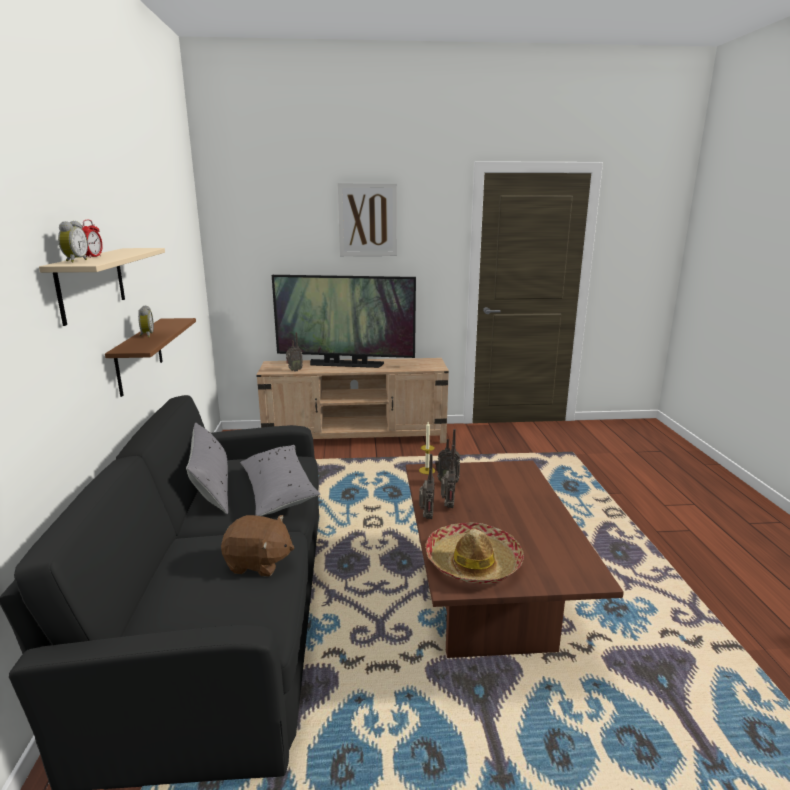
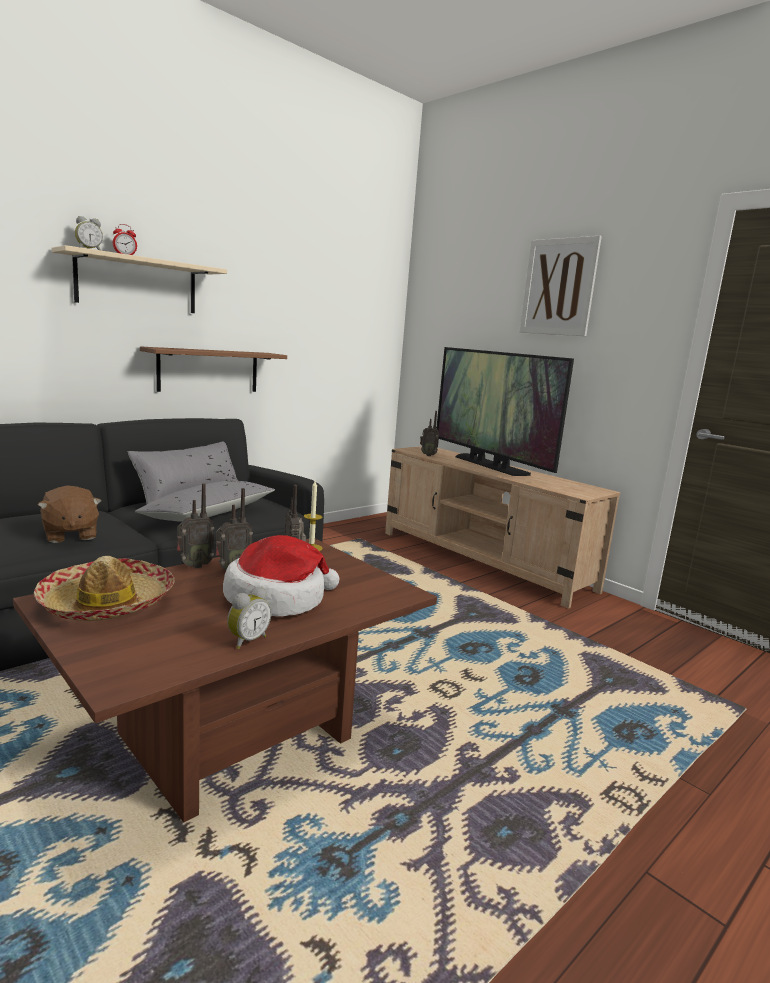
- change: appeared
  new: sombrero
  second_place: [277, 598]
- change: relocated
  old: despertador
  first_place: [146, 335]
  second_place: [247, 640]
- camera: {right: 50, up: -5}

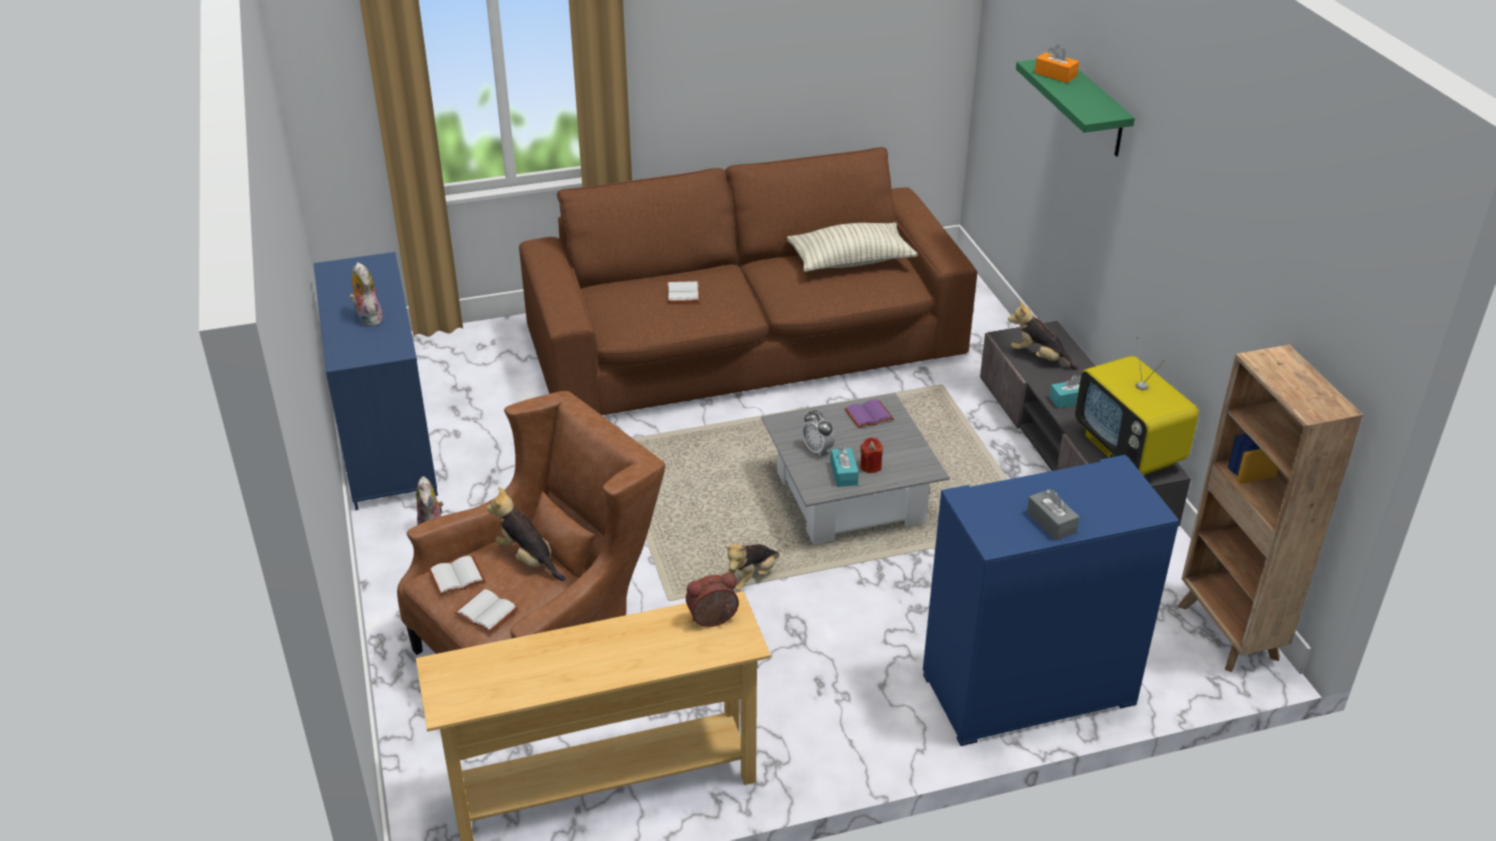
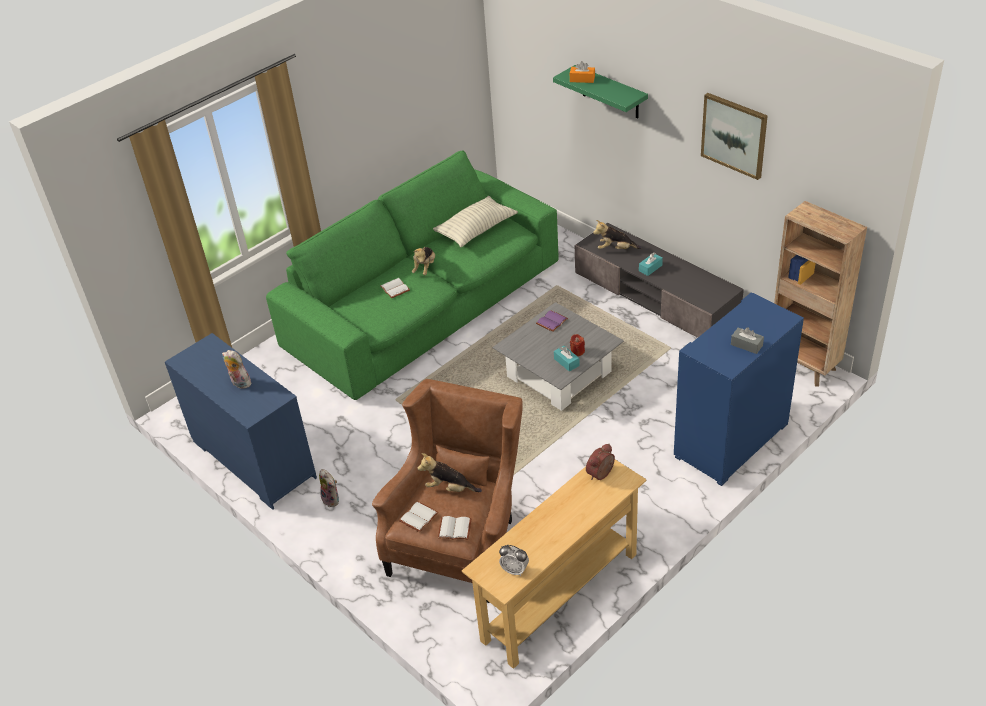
- change: colour
  old: sofá/marrón
  new: sofá/verde
  first_place: [746, 346]
  second_place: [425, 306]
- change: relocated
  old: peluche
  first_place: [750, 578]
  second_place: [425, 268]
- change: relocated
  old: despertador
  first_place: [817, 449]
  second_place: [514, 570]
- change: appeared
  new: cuadro
  second_place: [734, 135]
- change: missing
  old: televisor
  first_place: [1129, 451]
- camera: {right: -25, up: 5}

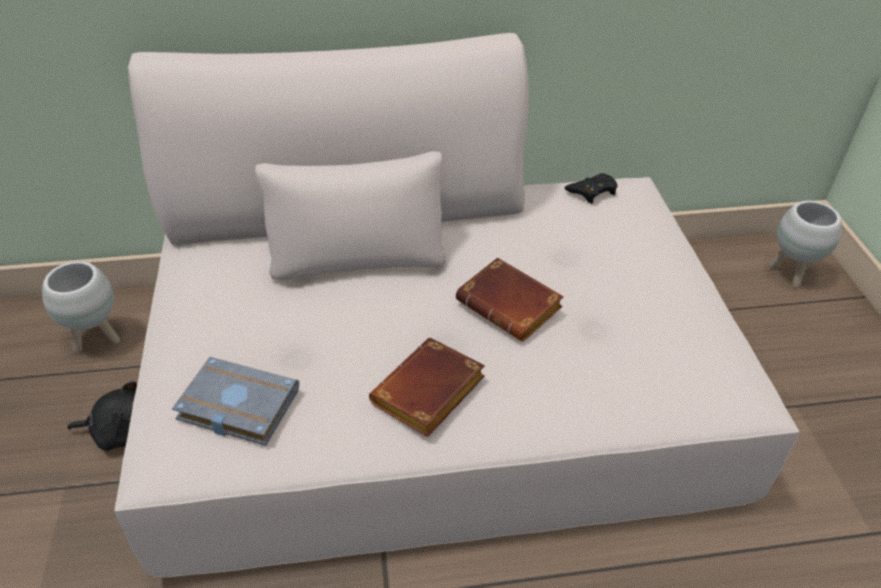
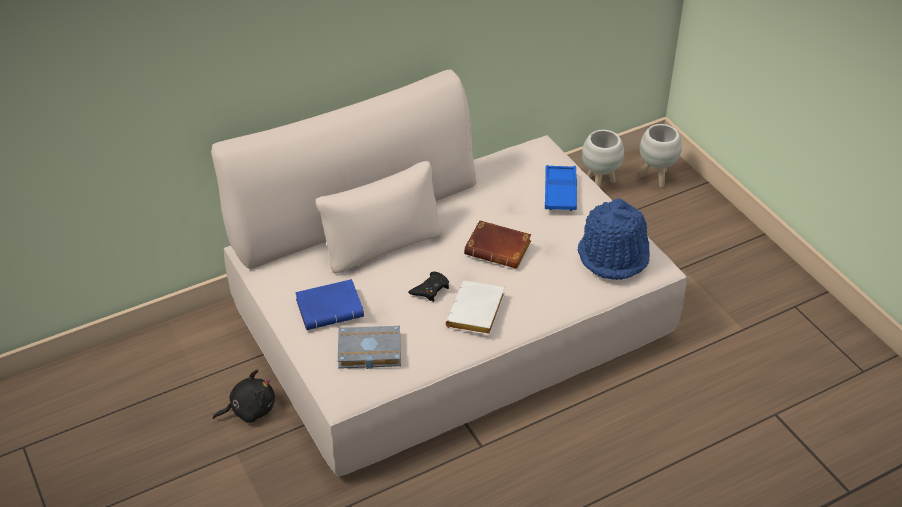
- change: appeared
  new: libro/azul
  second_place: [331, 308]
- change: relocated
  old: mando de consola/negro
  first_place: [592, 191]
  second_place: [430, 289]
- change: colour
  old: libro/marrón
  new: libro/blanco
  first_place: [428, 395]
  second_place: [477, 314]
- change: appeared
  new: bandeja/azul
  second_place: [560, 192]
- change: appeared
  new: sombrero/azul
  second_place: [614, 253]
- change: relocated
  old: maceta/blanco
  first_place: [97, 339]
  second_place: [599, 183]
- camera: {right: -20, up: 0}

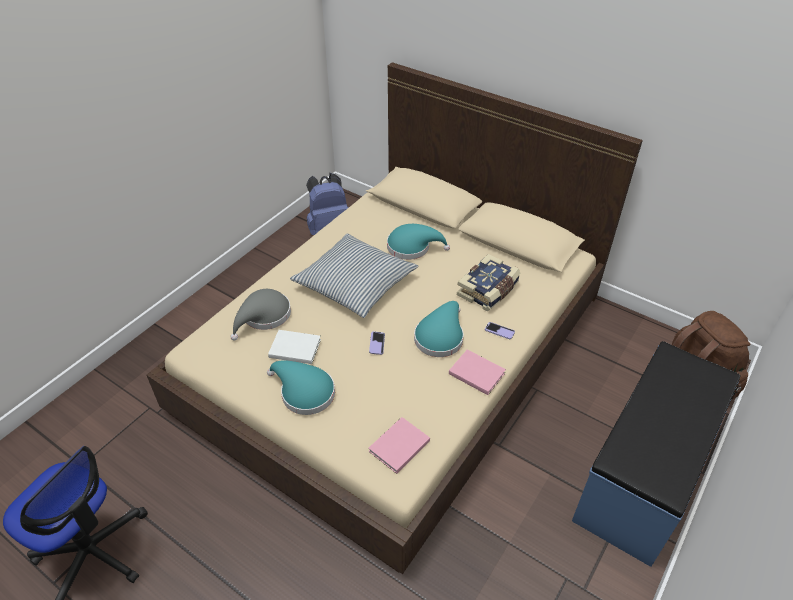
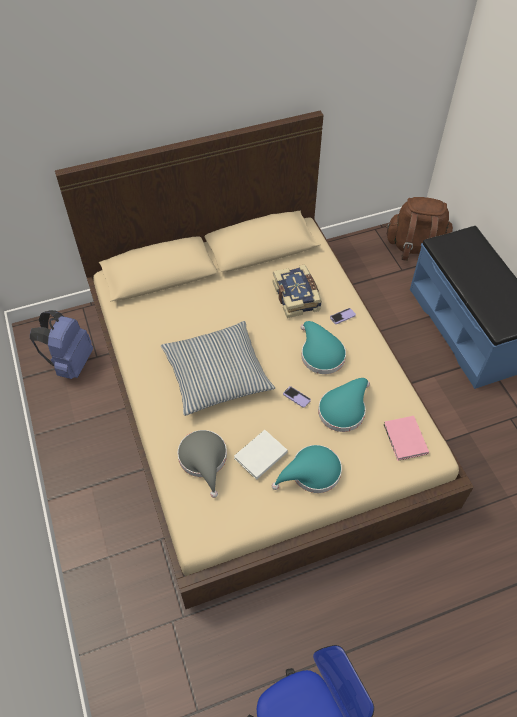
- change: relocated
  old: sombrero/turquesa
  first_place: [412, 247]
  second_place: [343, 409]
- change: missing
  old: libro/rosa
  first_place: [476, 372]
- camera: {right: -55, up: 10}

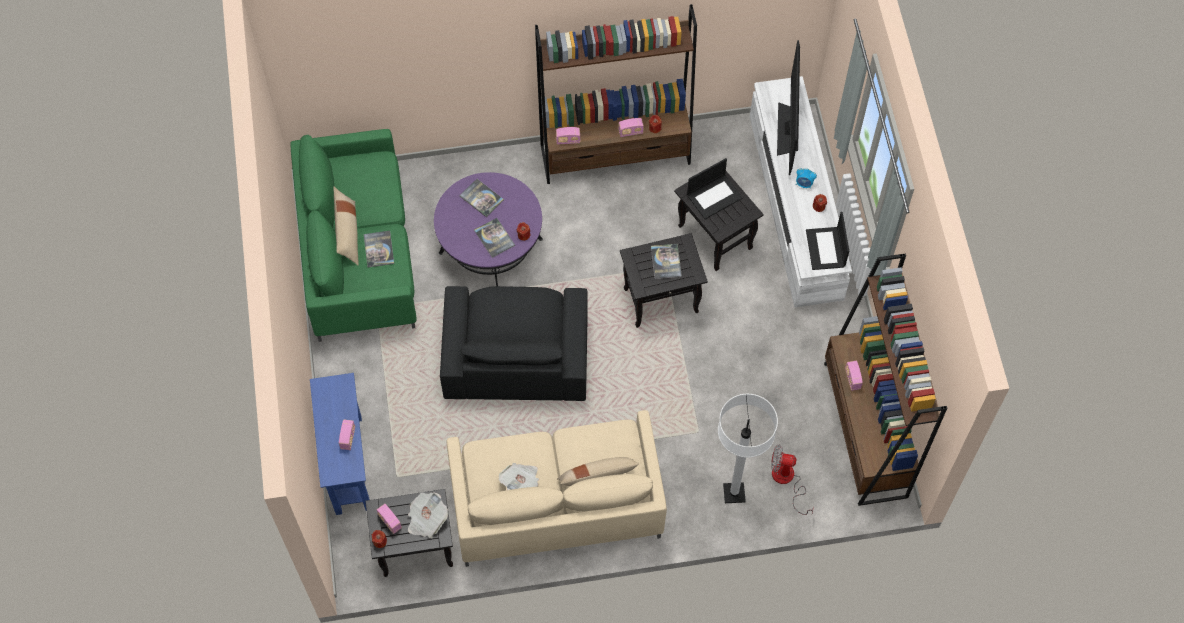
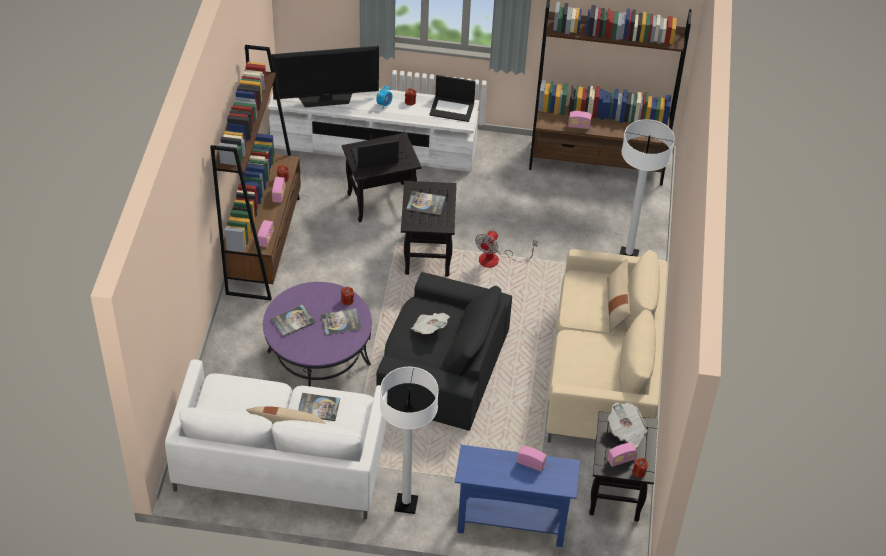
- change: colour
  old: sofá/verde
  new: sofá/blanco
  first_place: [358, 255]
  second_place: [281, 464]
- change: spun
  old: televisor
  first_place: [787, 129]
  second_place: [326, 99]
  degrees: 150
- change: spun
  old: portátil
  first_place: [714, 196]
  second_place: [374, 156]
  degrees: -90
- change: appeared
  new: lámpara de pie/blanco
  second_place: [406, 504]
- change: relocated
  old: periódico
  first_place: [521, 481]
  second_place: [429, 329]
- change: relocated
  old: ventilador
  first_place: [787, 481]
  second_place: [496, 260]
- camera: {right: -75, up: -15}

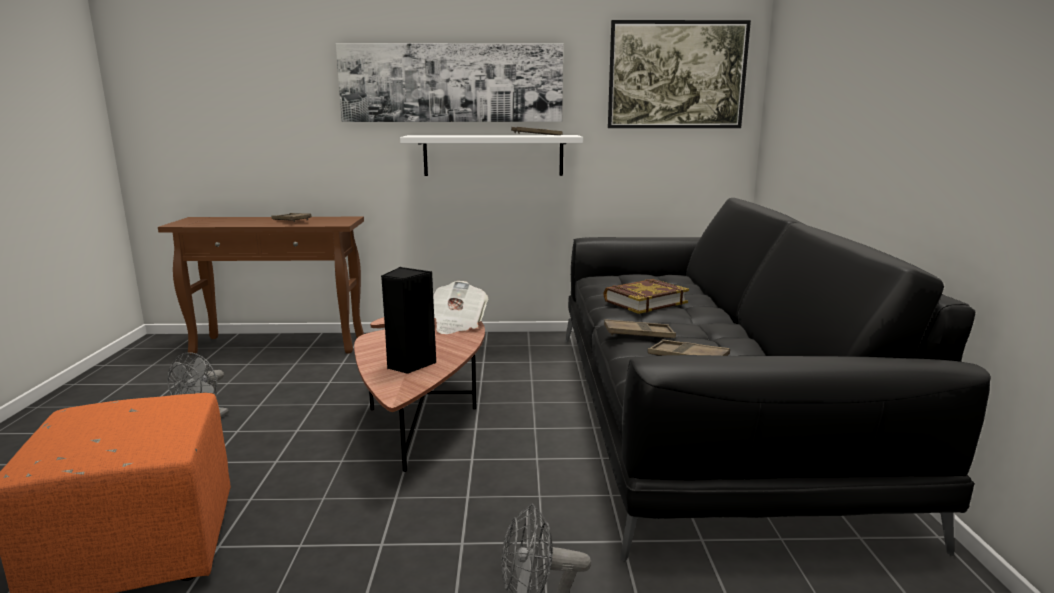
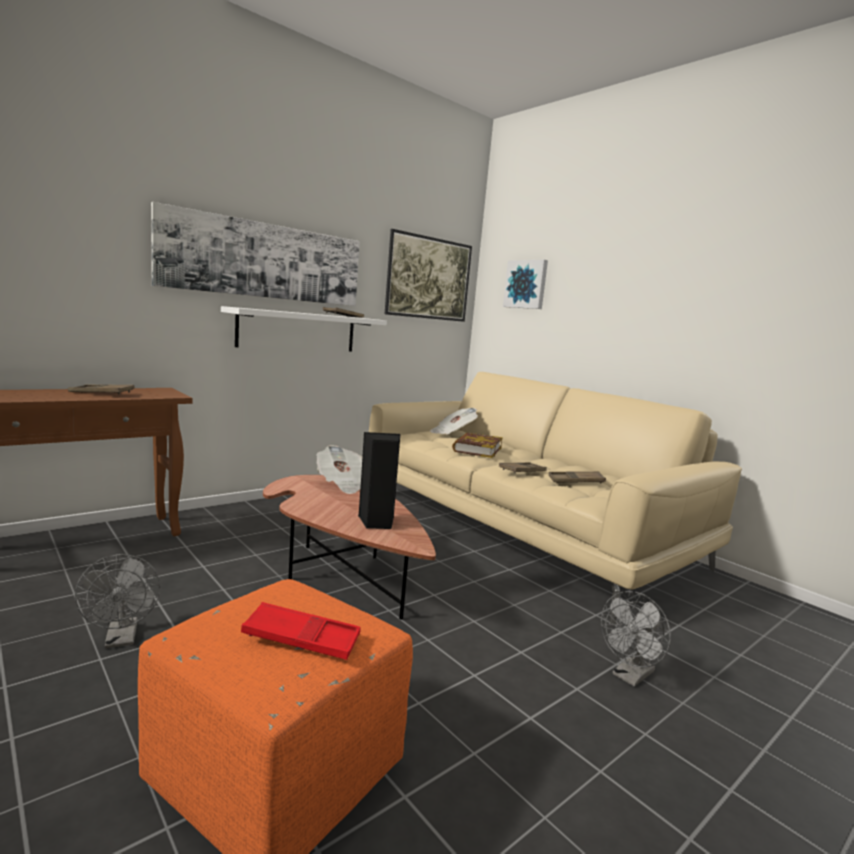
- change: appeared
  new: bandeja/rojo
  second_place: [302, 638]
- change: colour
  old: sofá/negro
  new: sofá/beis
  first_place: [700, 417]
  second_place: [520, 529]
- change: appeared
  new: periódico
  second_place: [452, 433]
- change: appeared
  new: cuadro
  second_place: [526, 284]
- camera: {right: -40, up: -5}

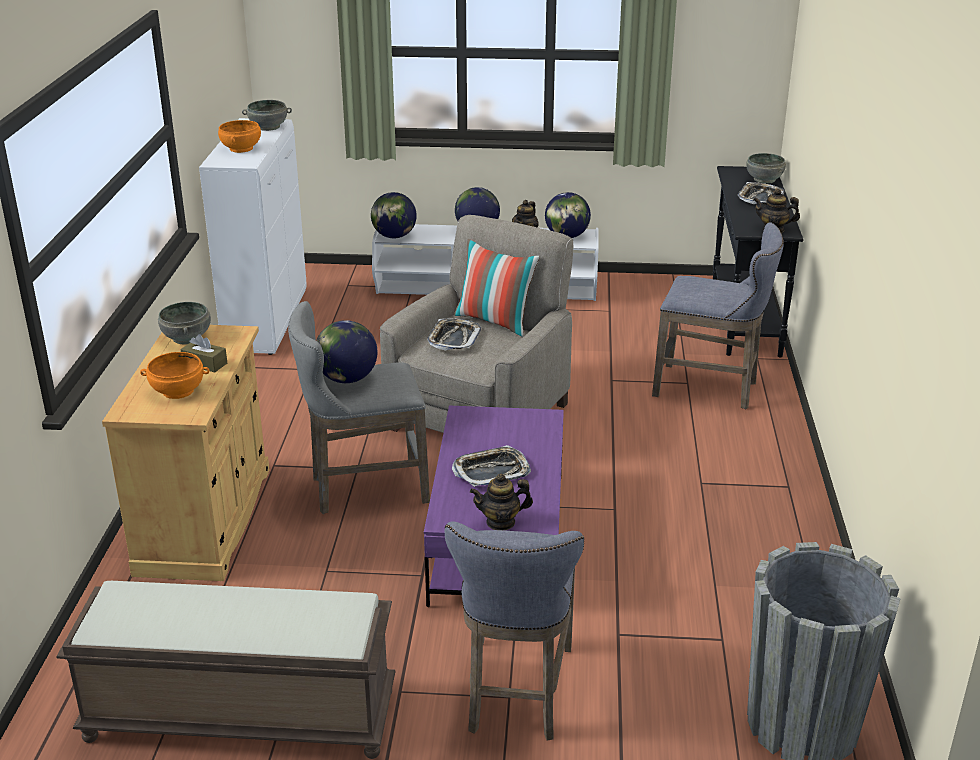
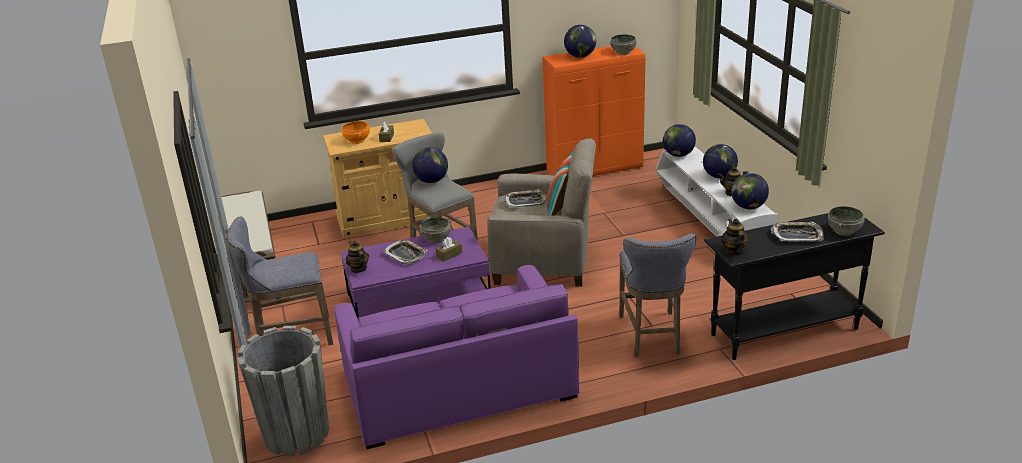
- change: appeared
  new: sofá/morado
  second_place: [457, 384]
- change: relocated
  old: cuenco/gris
  first_place: [187, 337]
  second_place: [436, 239]
- change: appeared
  new: caja de pañuelos/marrón
  second_place: [449, 255]
- change: colour
  old: armario/blanco
  new: armario/naranja
  first_place: [266, 321]
  second_place: [595, 170]
- change: exchanged
  old: cuenco/naranja
  new: globo terráqueo
  first_place: [241, 149]
  second_place: [580, 56]
- camera: {right: 70, up: 0}

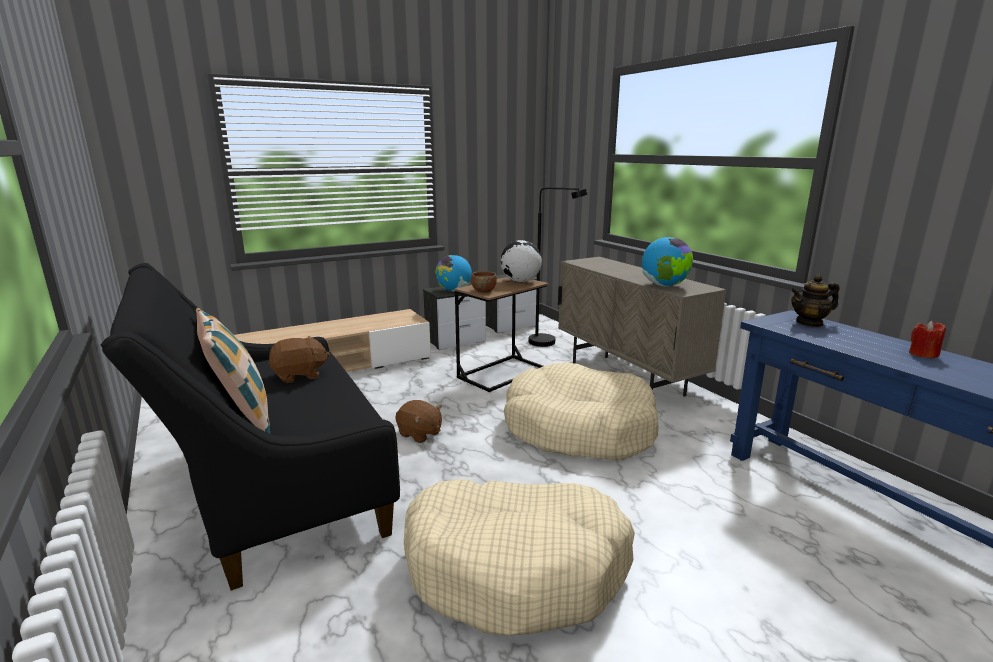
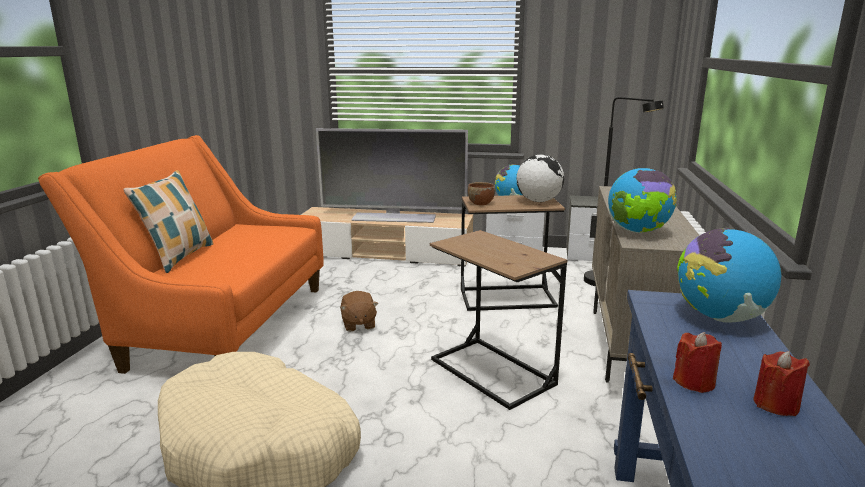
- change: colour
  old: sofá/negro
  new: sofá/naranja
  first_place: [273, 489]
  second_place: [221, 324]
- change: appeared
  new: televisor
  second_place: [394, 217]
- change: exchanged
  old: cama para perro/beis
  new: mesa auxiliar/marrón
  first_place: [578, 428]
  second_place: [492, 371]
- change: appeared
  new: vela/rojo
  second_place: [694, 382]
- change: exchanged
  old: tetera
  new: globo terráqueo
  first_place: [809, 323]
  second_place: [720, 317]
- change: missing
  old: peluche/marrón
  first_place: [300, 375]
- camera: {right: 40, up: 0}

